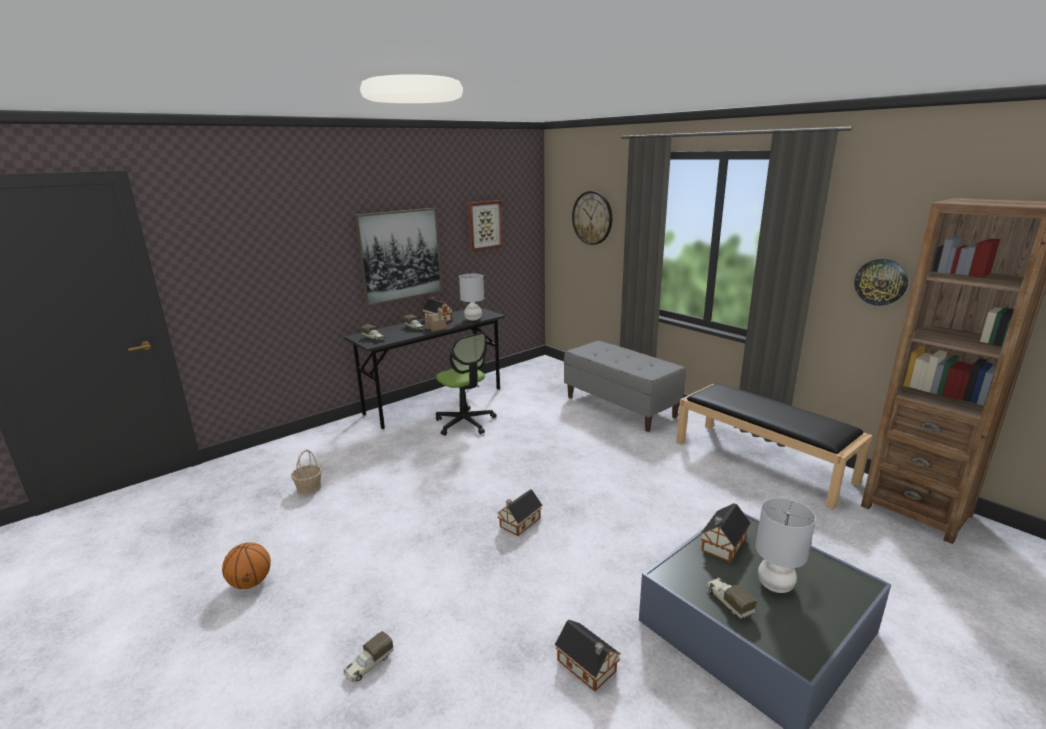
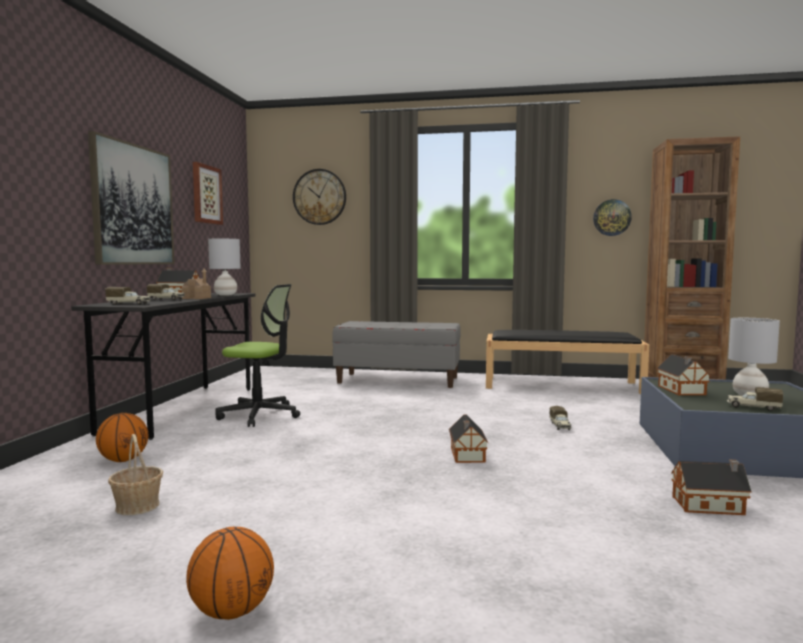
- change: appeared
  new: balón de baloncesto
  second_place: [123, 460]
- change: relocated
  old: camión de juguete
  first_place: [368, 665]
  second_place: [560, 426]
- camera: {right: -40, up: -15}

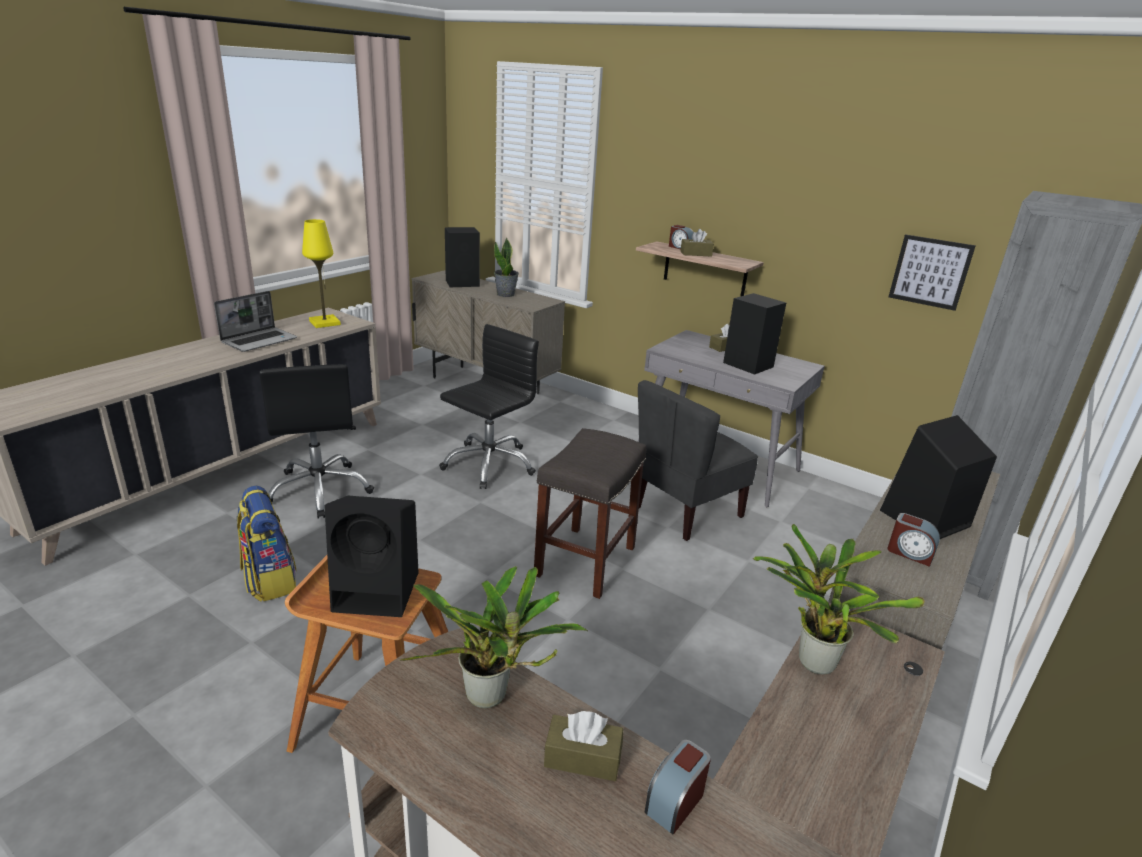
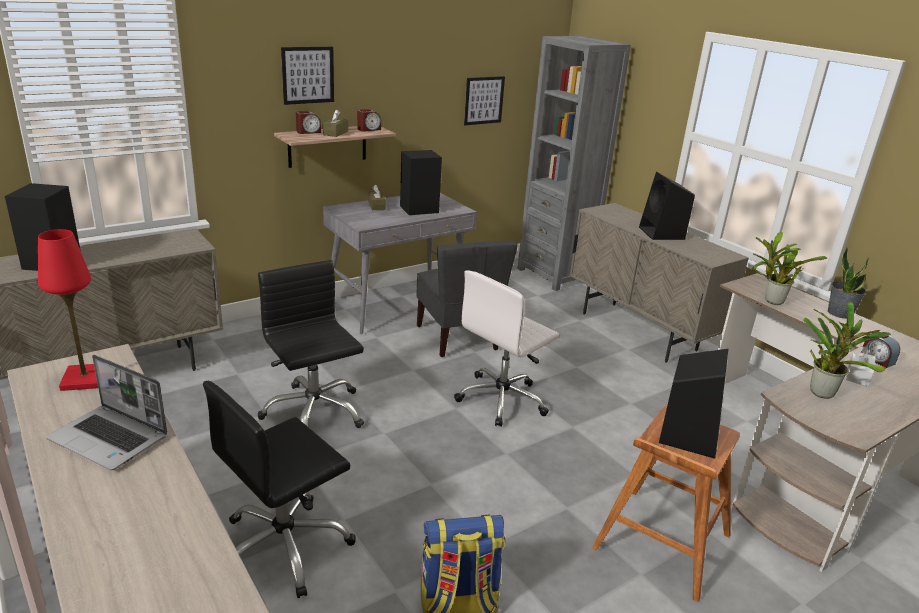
- change: colour
  old: lámpara de mesa/amarillo
  new: lámpara de mesa/rojo
  first_place: [325, 323]
  second_place: [84, 379]
- change: spun
  old: portátil
  first_place: [260, 341]
  second_place: [110, 438]
  degrees: 150
- change: spun
  old: silla de oficina/negro
  first_place: [320, 490]
  second_place: [284, 547]
  degrees: 135
- change: appeared
  new: cuadro
  second_place: [308, 75]
- change: relocated
  old: despertador
  first_place: [910, 553]
  second_place: [368, 129]
- change: exchanged
  old: taburete/gris
  new: silla de oficina/blanco
  first_place: [585, 560]
  second_place: [502, 399]
- change: relocated
  old: planta en maceta
  first_place: [506, 294]
  second_place: [839, 313]
- change: colour
  old: caja de pañuelos/marrón
  new: caja de pañuelos/blanco
  first_place: [582, 758]
  second_place: [858, 375]
- camera: {right: -70, up: 0}

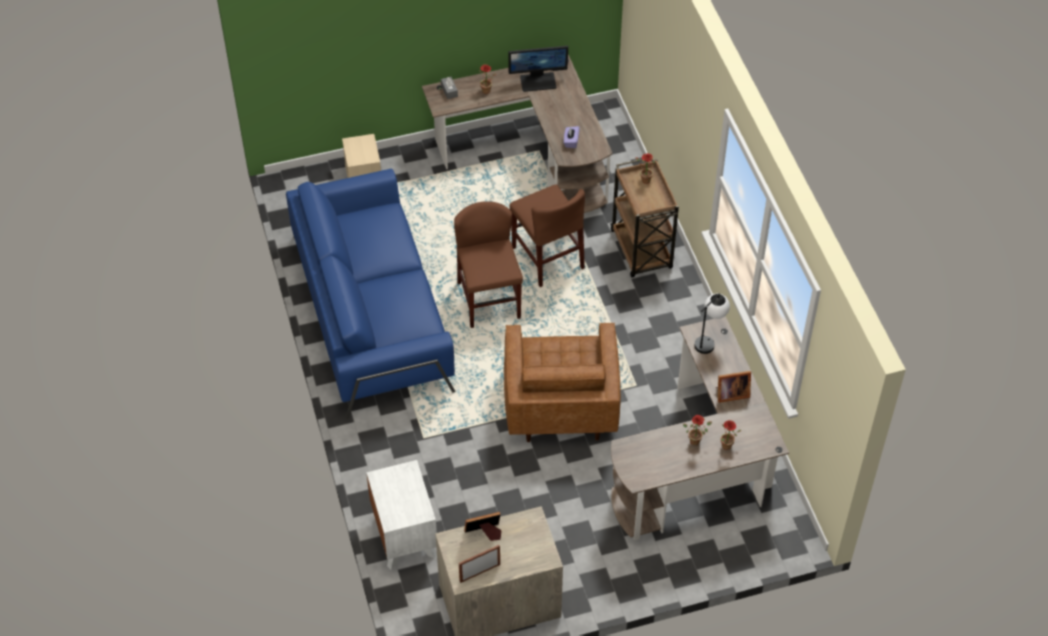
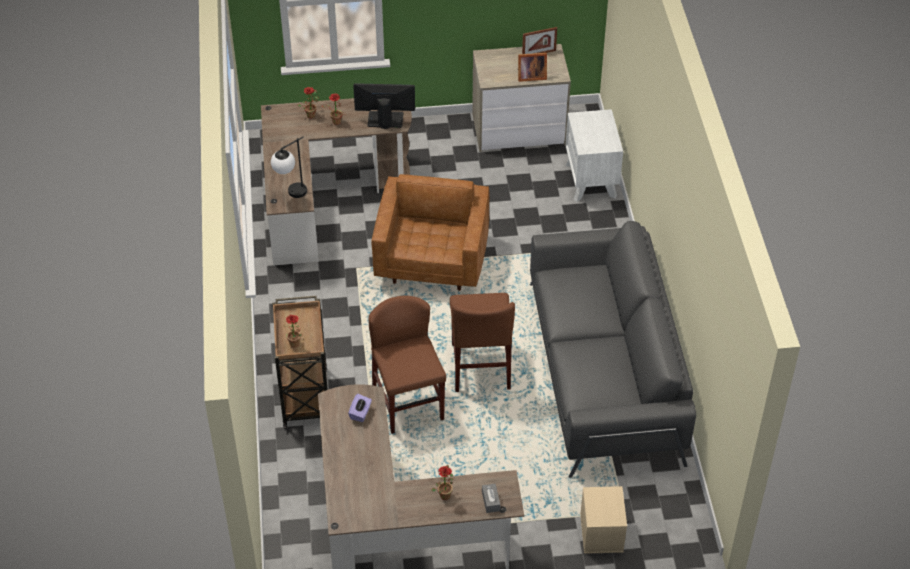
- change: relocated
  old: monitor
  first_place: [538, 81]
  second_place: [385, 120]
- change: colour
  old: sofá/azul
  new: sofá/gris
  first_place: [371, 312]
  second_place: [604, 371]
- change: missing
  old: portarretratos
  first_place: [730, 394]
- camera: {right: -170, up: -5}

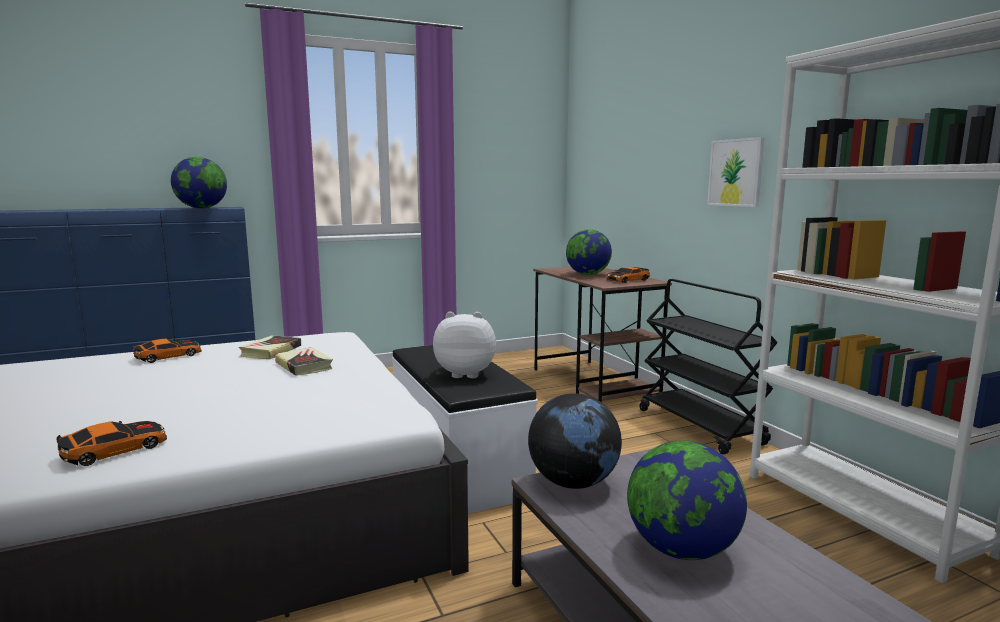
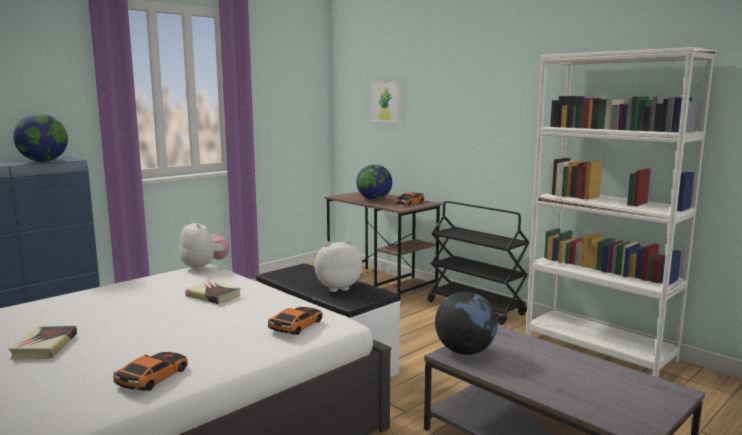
- change: relocated
  old: libro
  first_place: [271, 351]
  second_place: [44, 347]
- change: appeared
  new: peluche
  second_place: [204, 267]
- change: relocated
  old: coche de juguete
  first_place: [168, 356]
  second_place: [296, 325]
- change: relocated
  old: cuadro
  first_place: [735, 172]
  second_place: [387, 101]
- change: missing
  old: globo terráqueo
  first_place: [681, 549]
- camera: {right: -20, up: 0}

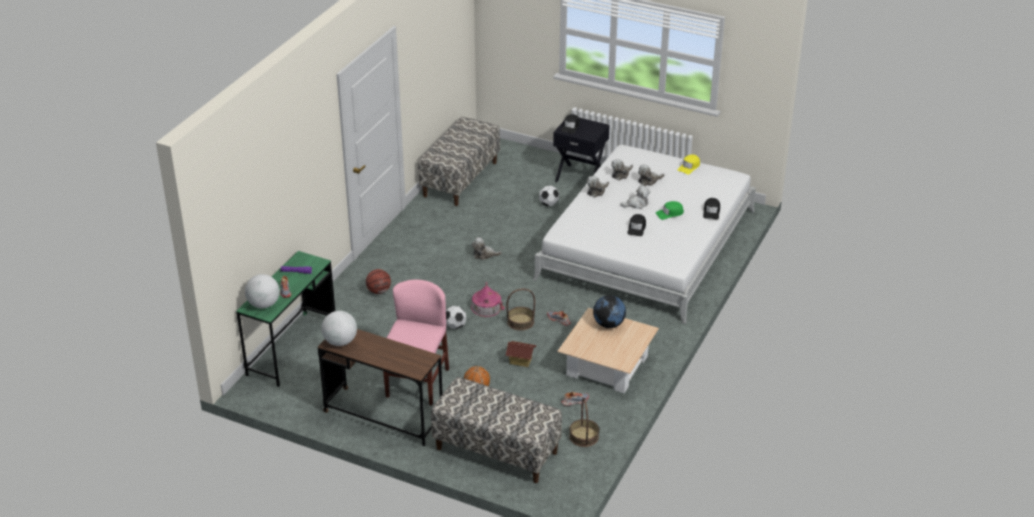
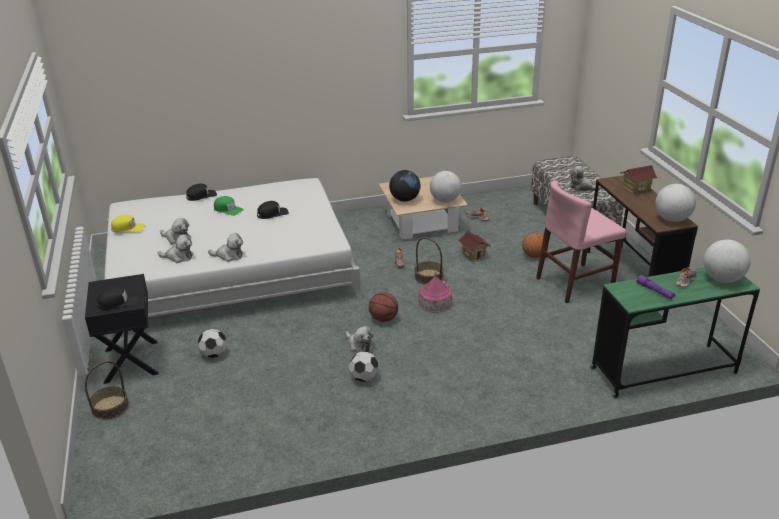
- change: relocated
  old: cesta
  first_place: [584, 436]
  second_place: [110, 407]
- change: relocated
  old: balón de fútbol
  first_place: [455, 326]
  second_place: [364, 378]
- change: relocated
  old: balón de baloncesto
  first_place: [379, 291]
  second_place: [383, 319]
- change: appeared
  new: globo terráqueo
  second_place: [445, 200]
- change: relocated
  old: peluche
  first_place: [636, 204]
  second_place: [581, 187]
- change: appeared
  new: casita
  second_place: [636, 188]
- change: missing
  old: banco
  first_place: [460, 179]
- camera: {right: -130, up: -5}

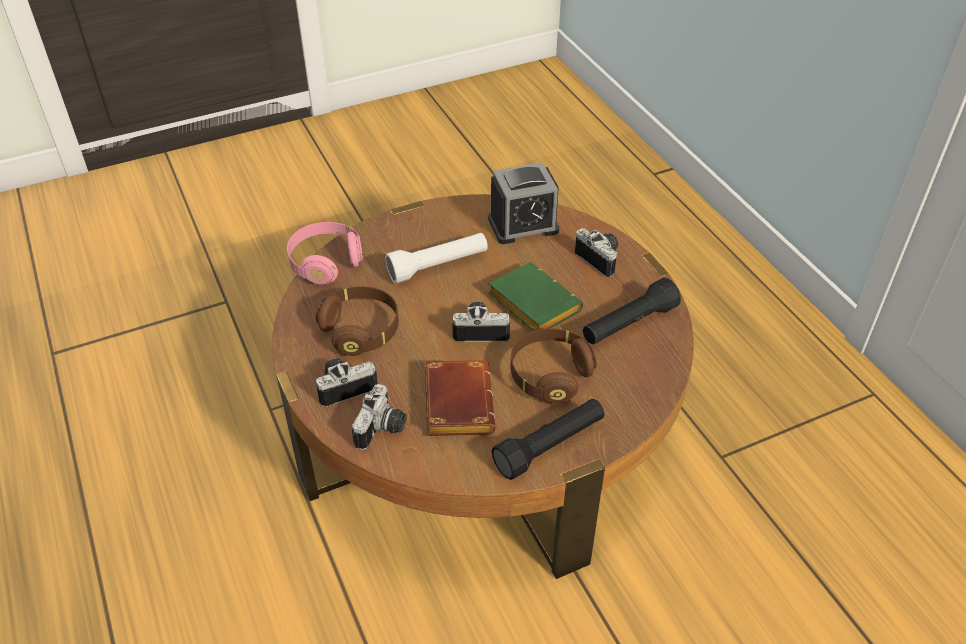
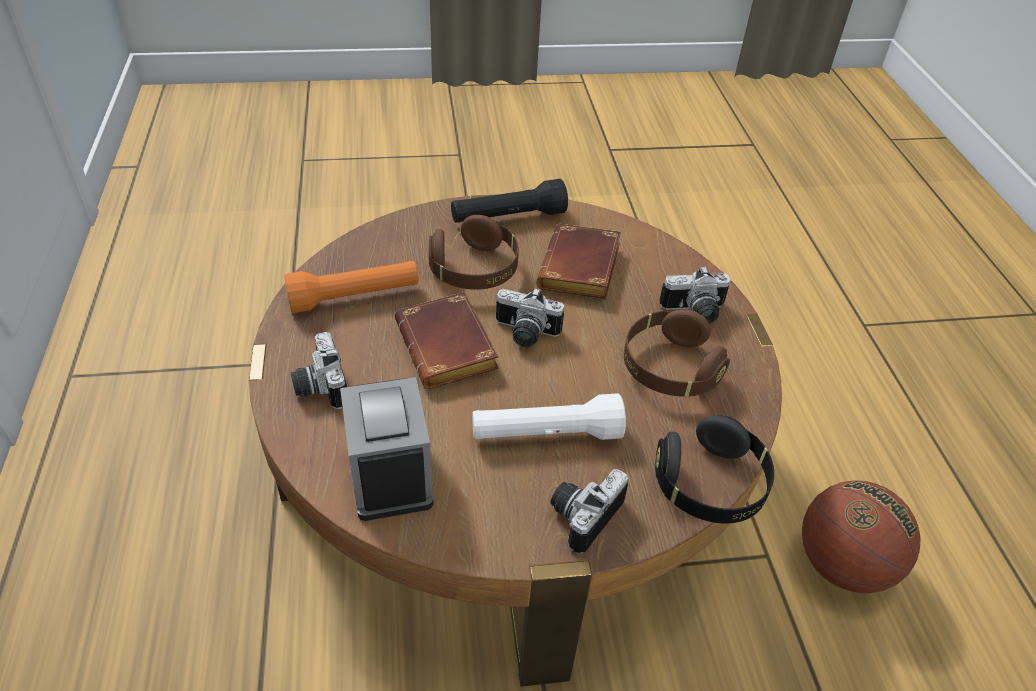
- change: colour
  old: linterna/negro
  new: linterna/naranja
  first_place: [628, 324]
  second_place: [354, 297]
- change: spun
  old: despertador
  first_place: [523, 225]
  second_place: [390, 473]
  degrees: -105
- change: colour
  old: libro/verde
  new: libro/marrón
  first_place: [530, 304]
  second_place: [450, 349]
- change: relocated
  old: cámara
  first_place: [383, 430]
  second_place: [582, 514]
- change: colour
  old: auriculares/rosa
  new: auriculares/negro
  first_place: [325, 263]
  second_place: [710, 485]
- change: appeared
  new: balón de baloncesto
  second_place: [842, 564]
- camera: {right: -165, up: 0}

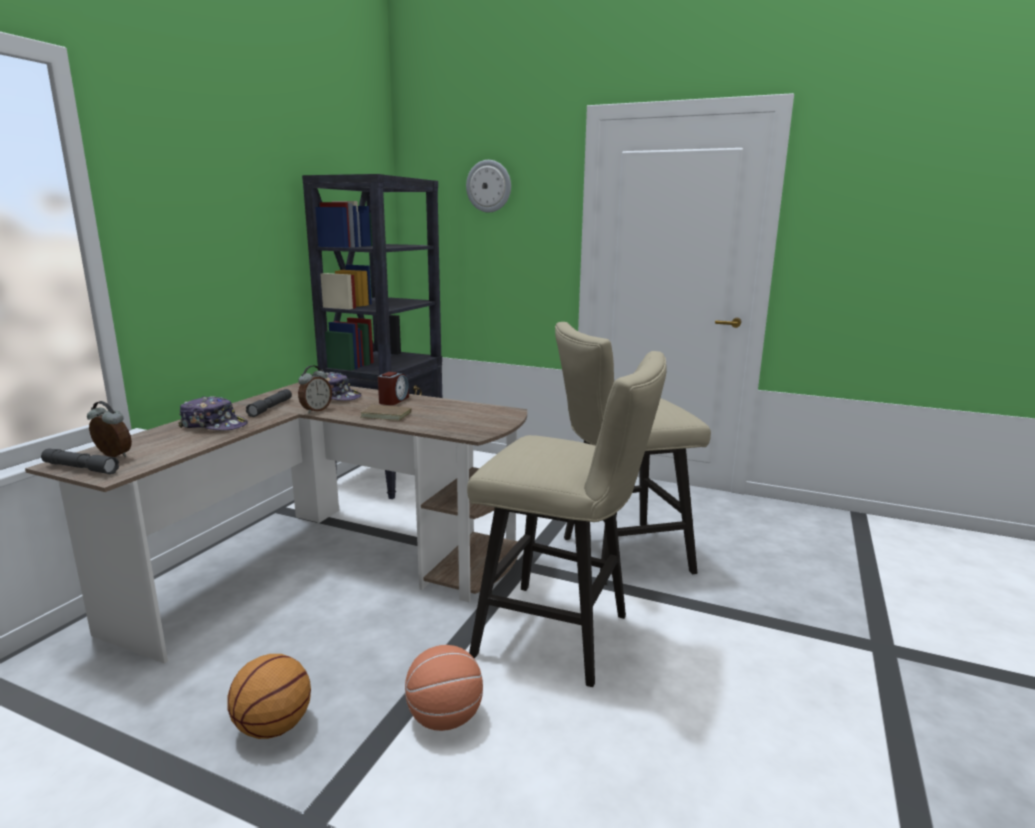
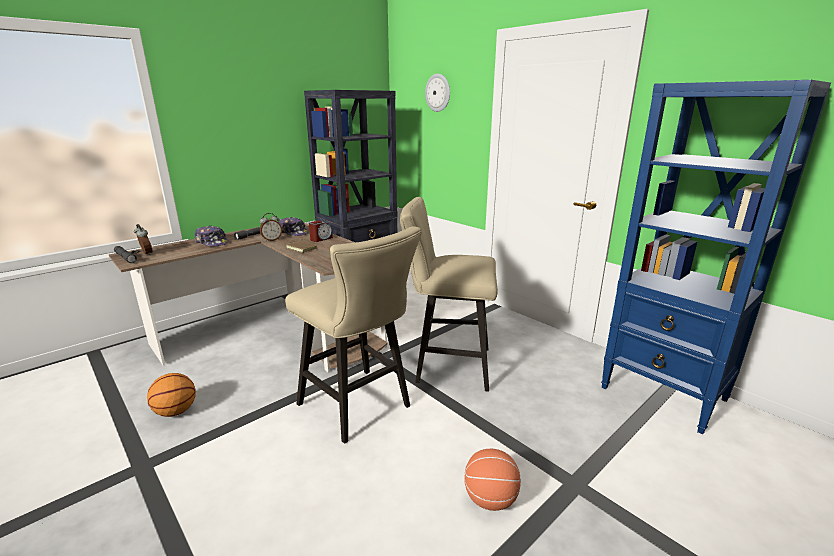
- change: relocated
  old: balón de baloncesto
  first_place: [445, 718]
  second_place: [490, 499]
- change: appeared
  new: estantería/azul
  second_place: [664, 394]
- camera: {right: 25, up: 5}

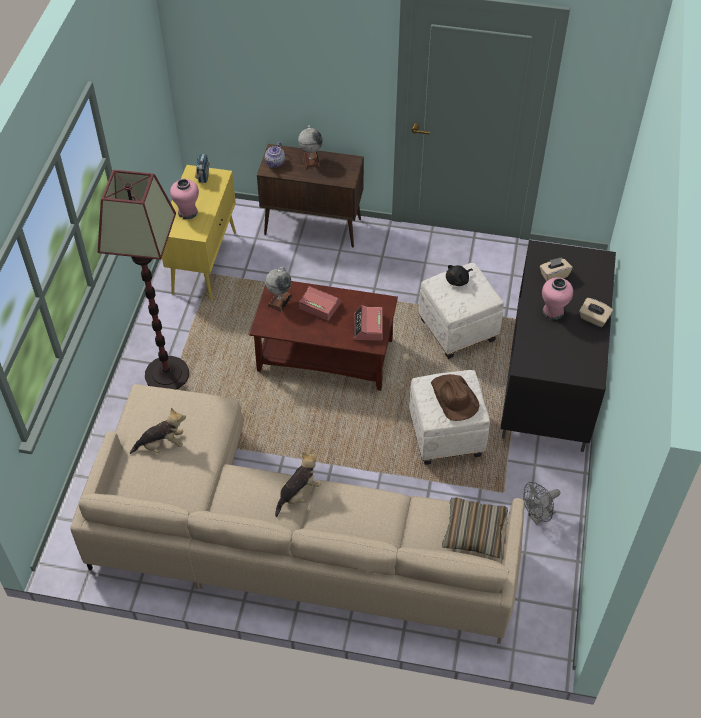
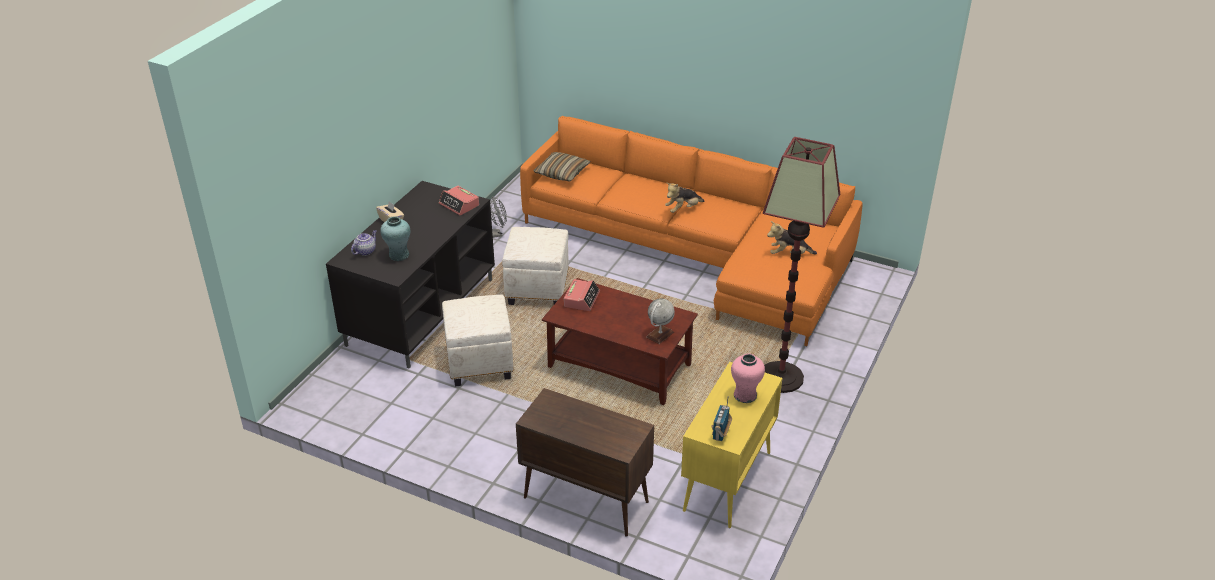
- change: relocated
  old: tetera
  first_place: [275, 163]
  second_place: [365, 251]
- change: exchanged
  old: caja de pañuelos/beis
  new: florero/turquesa
  first_place: [554, 275]
  second_place: [399, 255]
- change: relocated
  old: despertador
  first_place: [320, 305]
  second_place: [459, 205]
- change: colour
  old: sofá/beis
  new: sofá/naranja
  first_place: [282, 538]
  second_place: [697, 253]
- change: missing
  old: globo terráqueo
  first_place: [311, 160]
- change: missing
  old: sombrero/marrón
  first_place: [453, 398]
- change: missing
  old: peluche/negro
  first_place: [458, 280]
- change: missing
  old: florero/rosa
  first_place: [553, 312]
- camera: {right: -165, up: -15}

